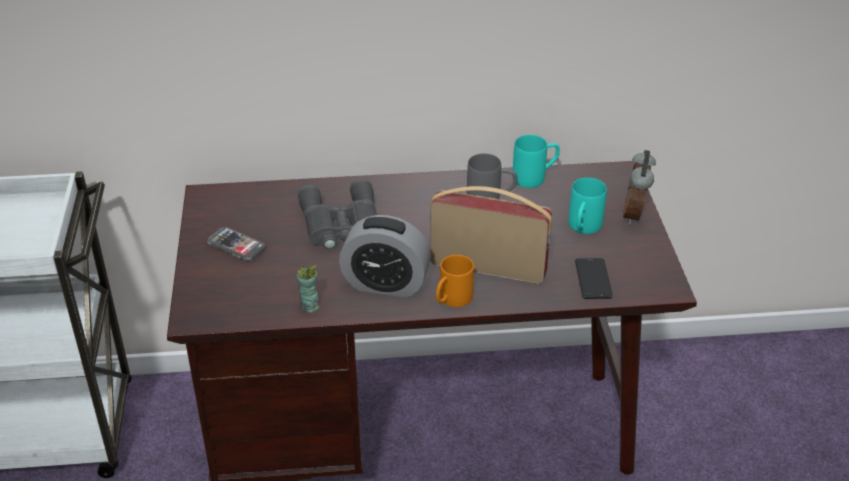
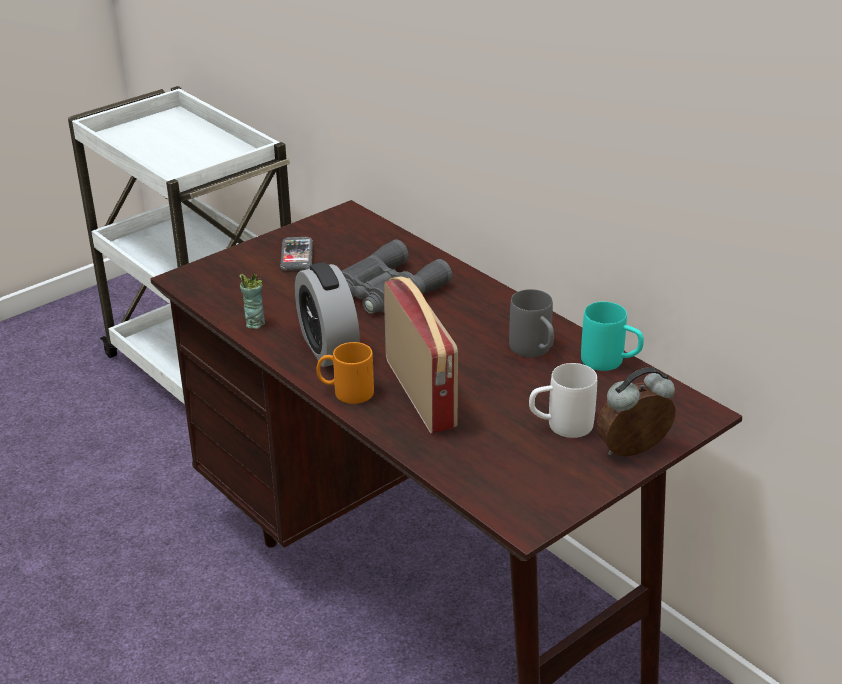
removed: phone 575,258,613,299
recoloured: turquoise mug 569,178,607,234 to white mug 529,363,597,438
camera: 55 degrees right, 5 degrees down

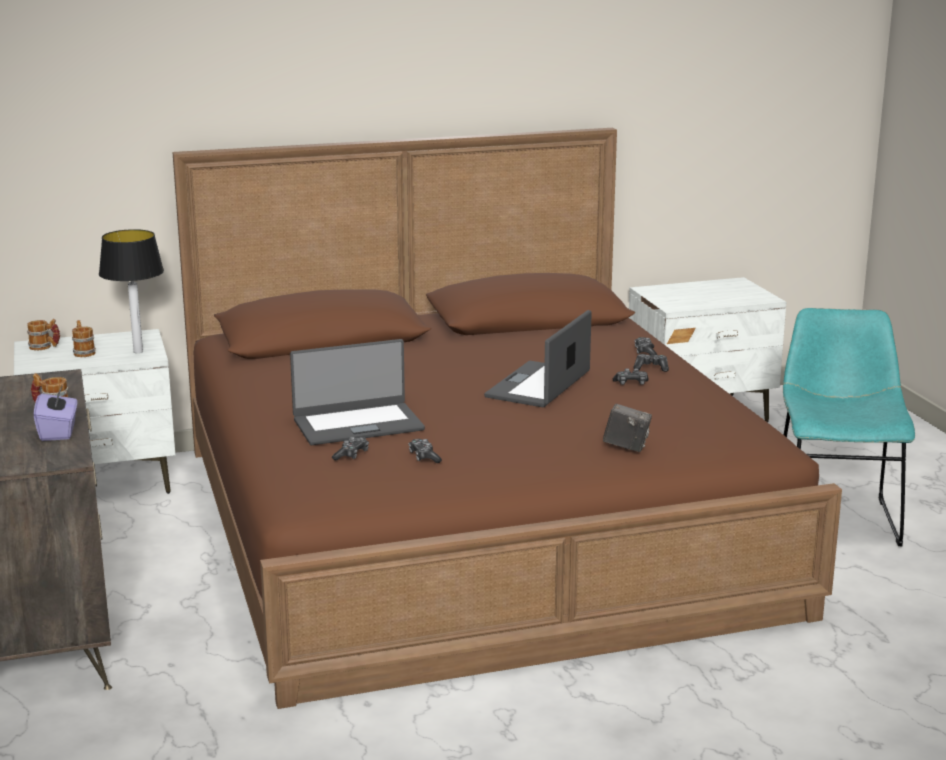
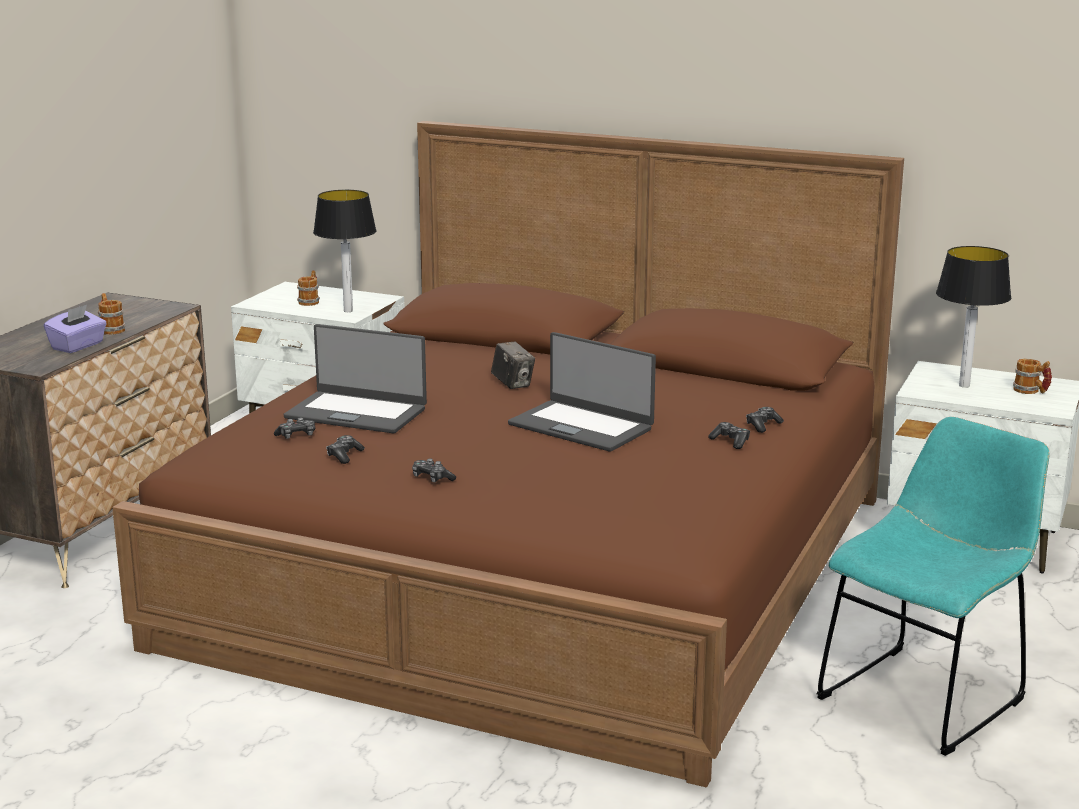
added: table lamp 936,246,1011,388
moved: mug 27,319,60,351 to 1013,359,1052,394; photo camera 603,404,652,452 to 491,341,535,389; game controller 613,368,648,385 to 412,458,456,483
turned: laptop 484,310,592,407 = 508,332,656,452 120 degrees counterclockwise
camera: 40 degrees right, 0 degrees up

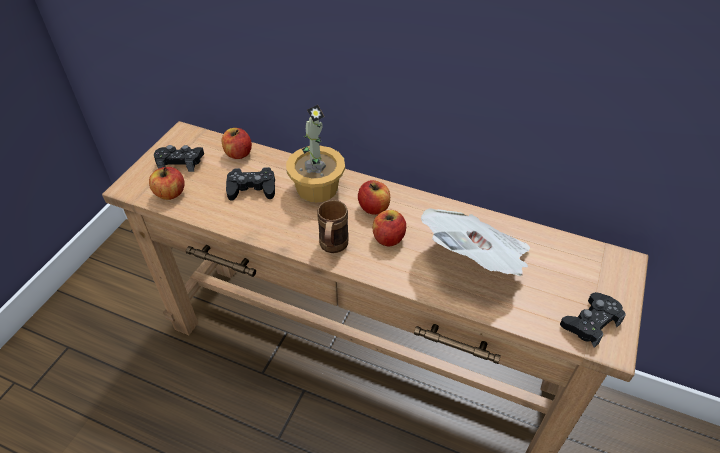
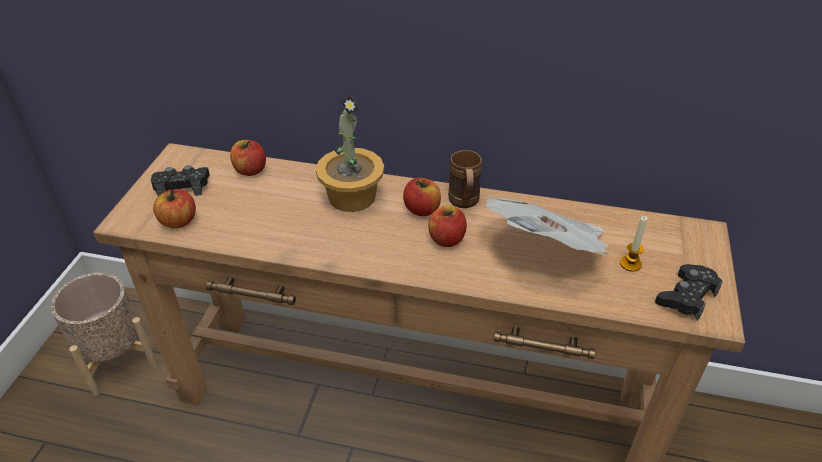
removed: black game controller 226,167,275,201
added: beige planter 51,273,158,396; candle 620,216,647,272
moved: brown mug 317,200,349,253 to 448,150,482,208
camera: 10 degrees left, 5 degrees down

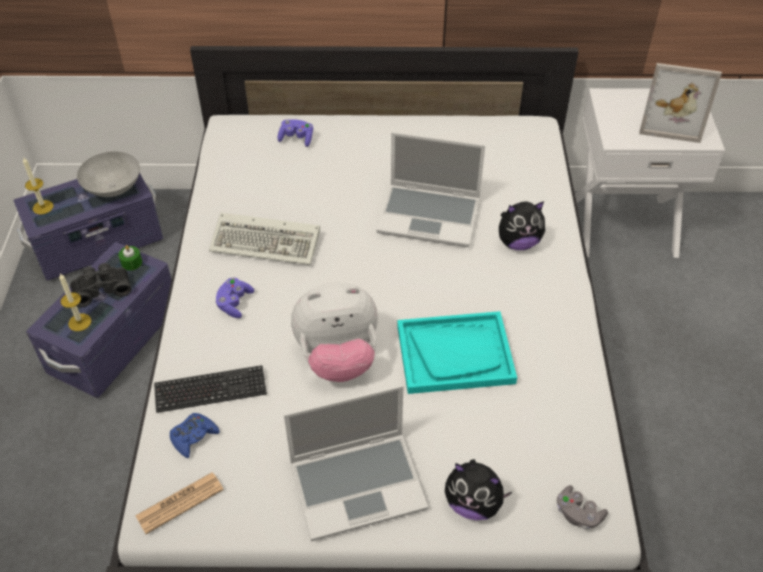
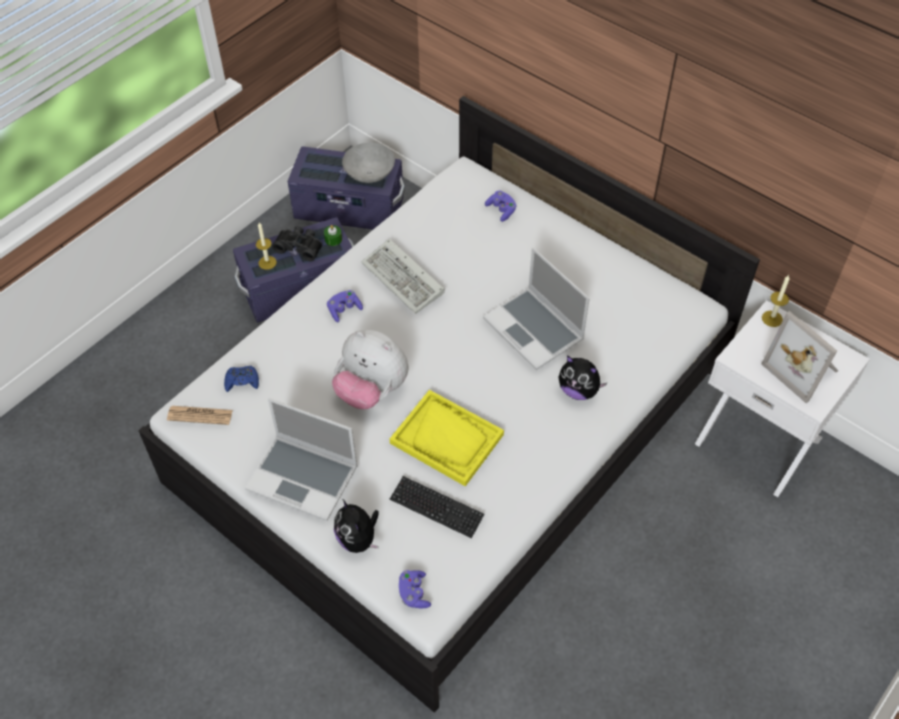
moved: candle 23,158,53,215 to 762,275,790,327; keyboard 154,365,267,413 to 390,476,484,538
recoloured: turquoise tray 397,311,517,394 to yellow tray 390,390,504,486; grey game controller 557,485,608,530 to purple game controller 399,570,431,609
camera: 40 degrees right, 5 degrees up

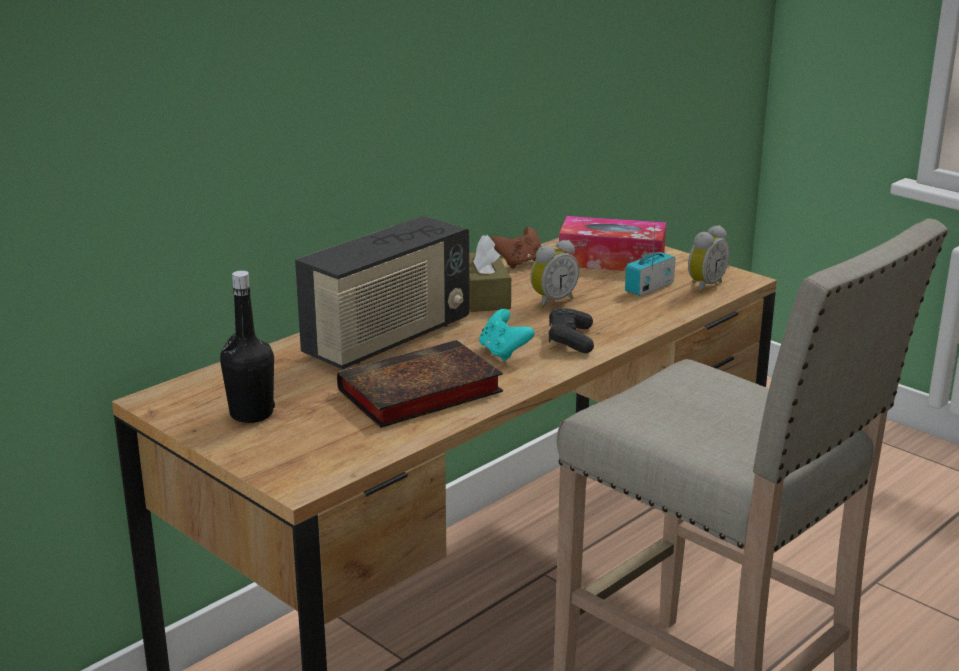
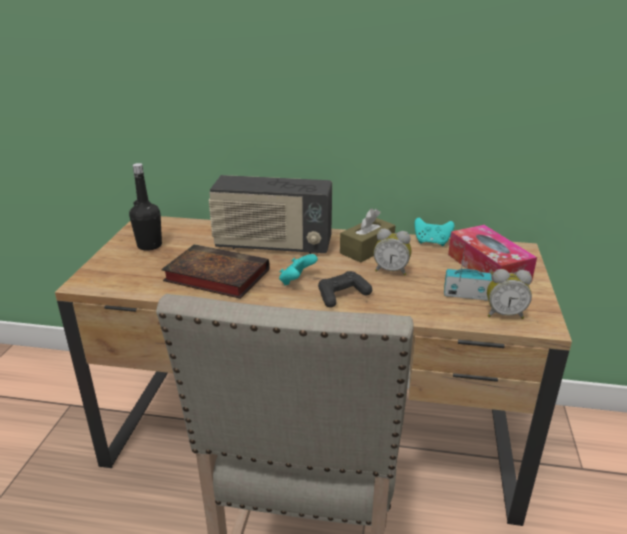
recoloured: brown game controller 491,227,541,268 to turquoise game controller 414,217,454,246
camera: 55 degrees right, 5 degrees up

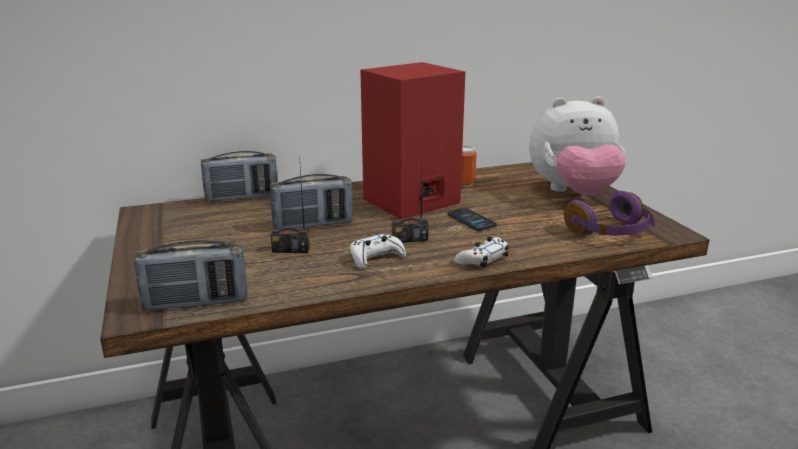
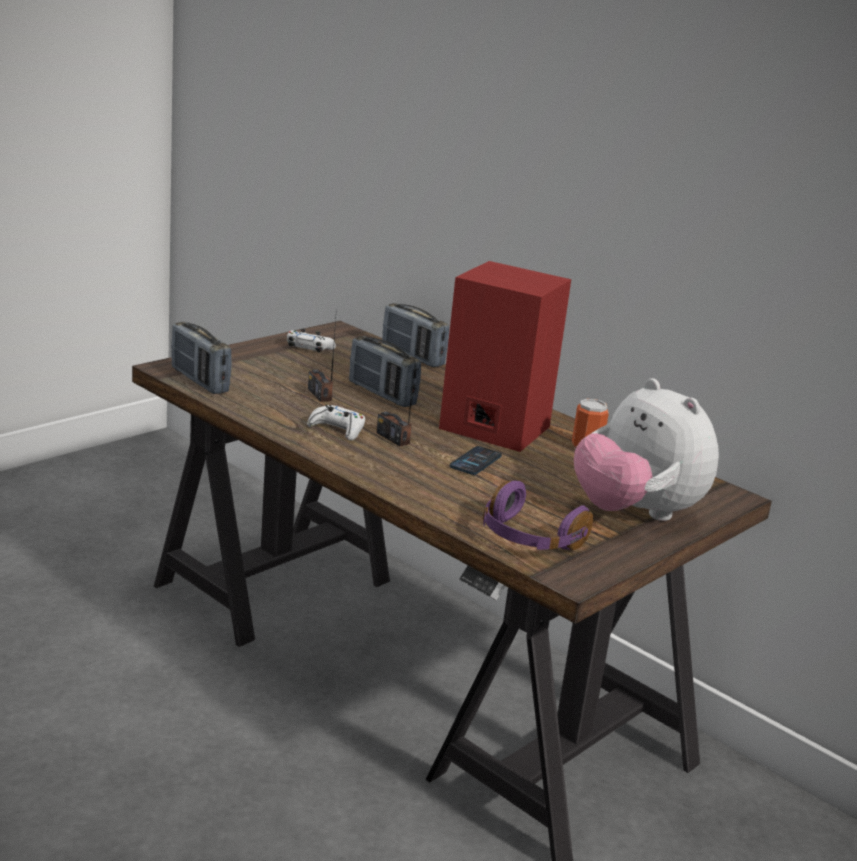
moved: white game controller 455,237,509,268 to 287,329,336,352
camera: 60 degrees right, 0 degrees up

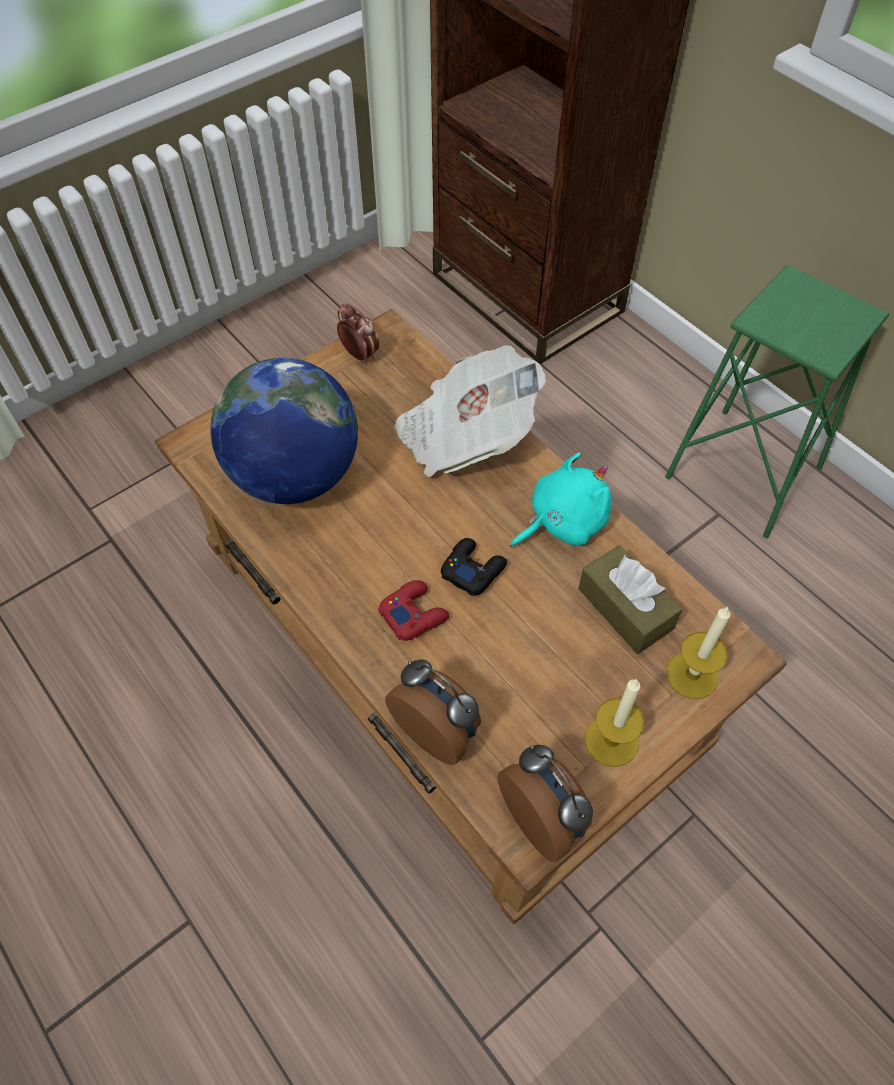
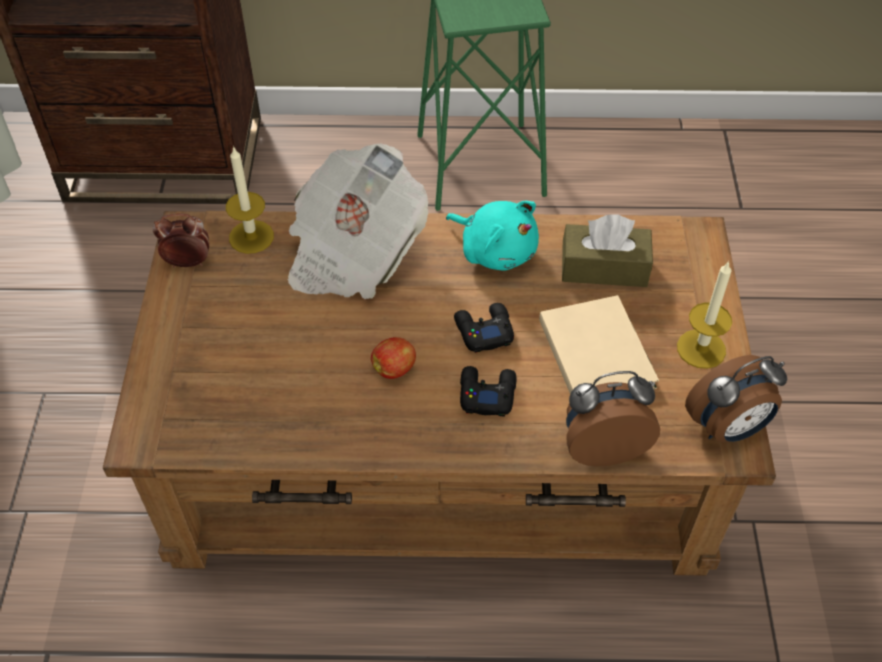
removed: globe 210,358,358,504
added: apple 371,337,416,379; beige book 539,295,659,394
moved: candle 666,606,730,699 to 226,146,274,254
recoloured: red game controller 378,580,449,641 to black game controller 460,366,516,417
turned: alarm clock 497,745,593,863 = 685,355,787,443 150 degrees clockwise; turquoise plush toy 510,453,612,547 = 446,201,539,271 120 degrees clockwise
camera: 50 degrees left, 5 degrees down

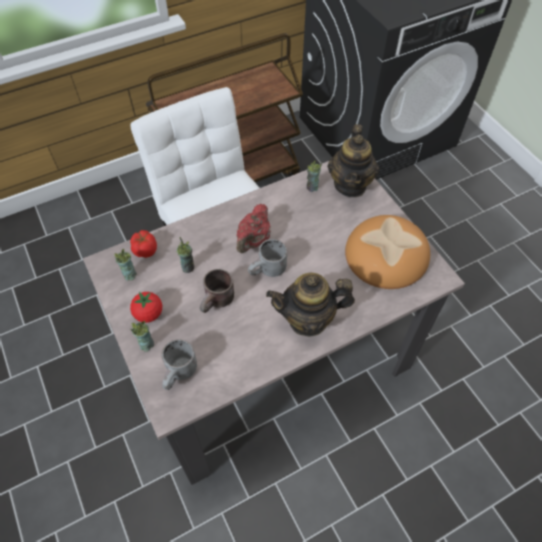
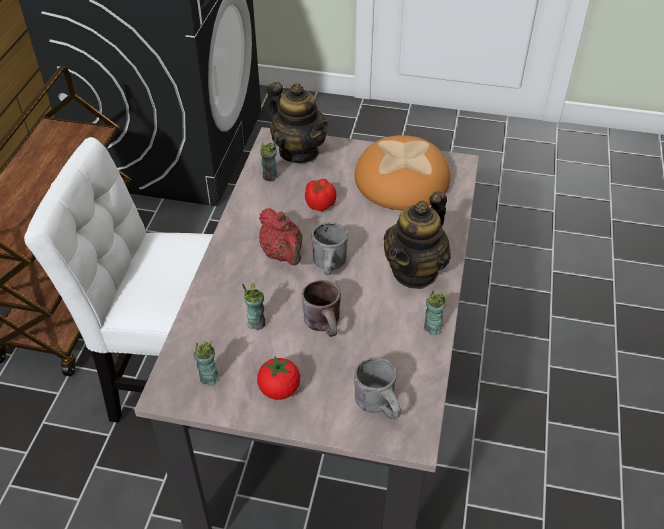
moved: tomato 130,230,157,258 to 305,179,336,211; cup 130,321,154,352 to 424,290,447,335
camera: 50 degrees left, 10 degrees down

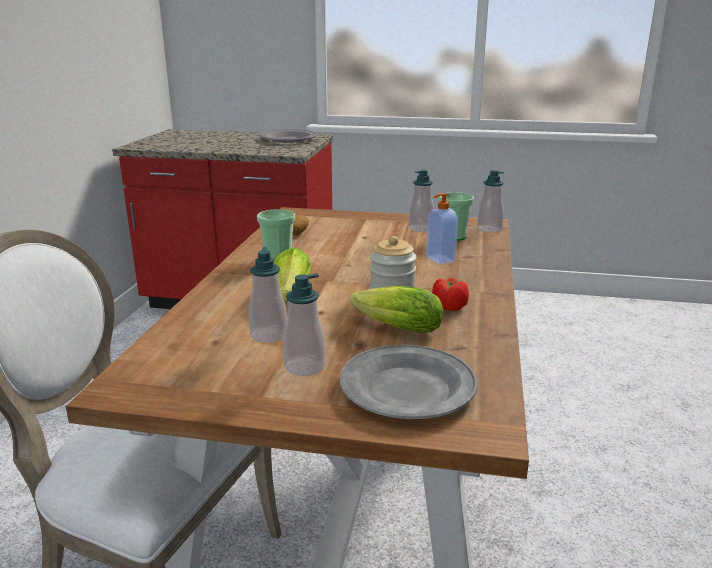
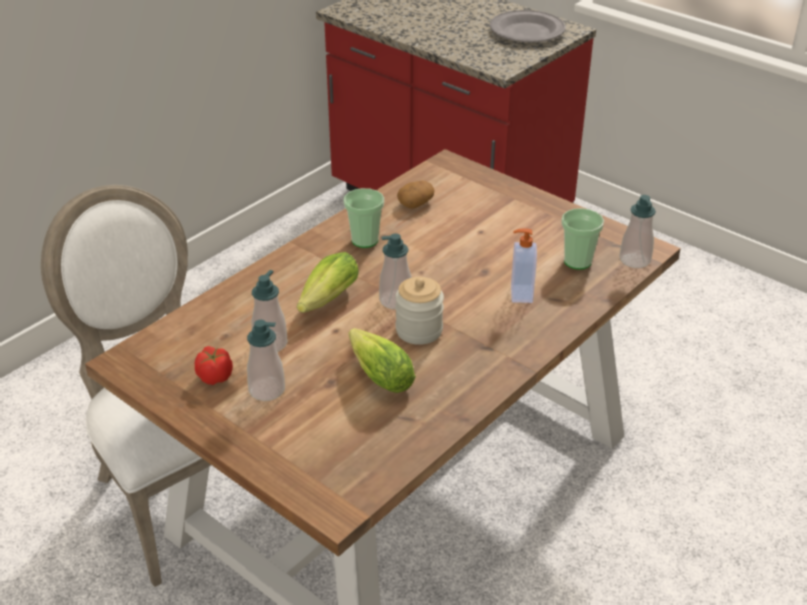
removed: grey plate 340,345,478,419
moved: soap dispenser 409,170,434,232 to 379,234,412,309; tomato 432,278,469,311 to 195,346,233,385
camera: 30 degrees right, 15 degrees up

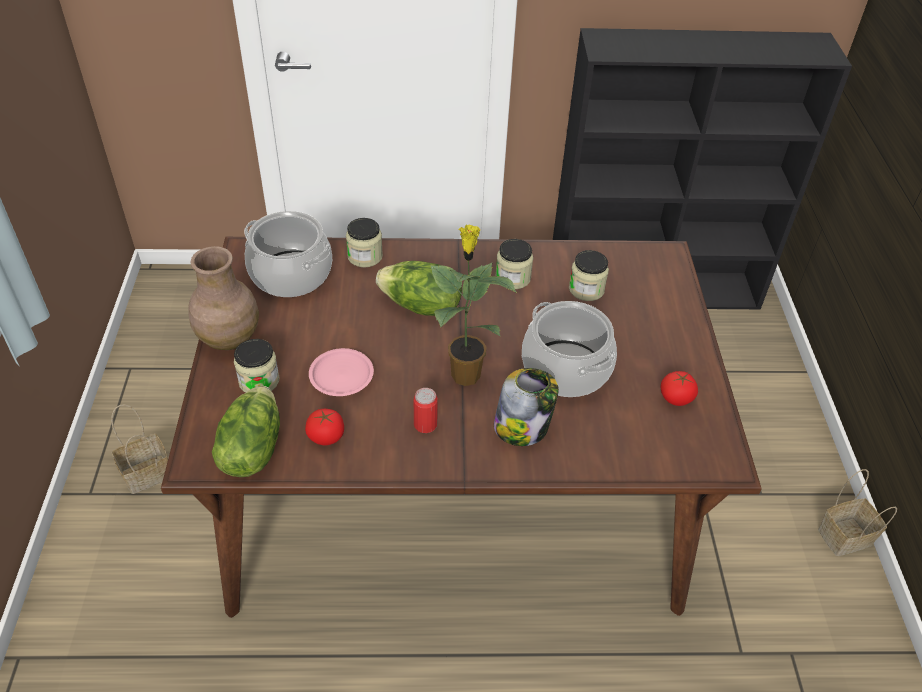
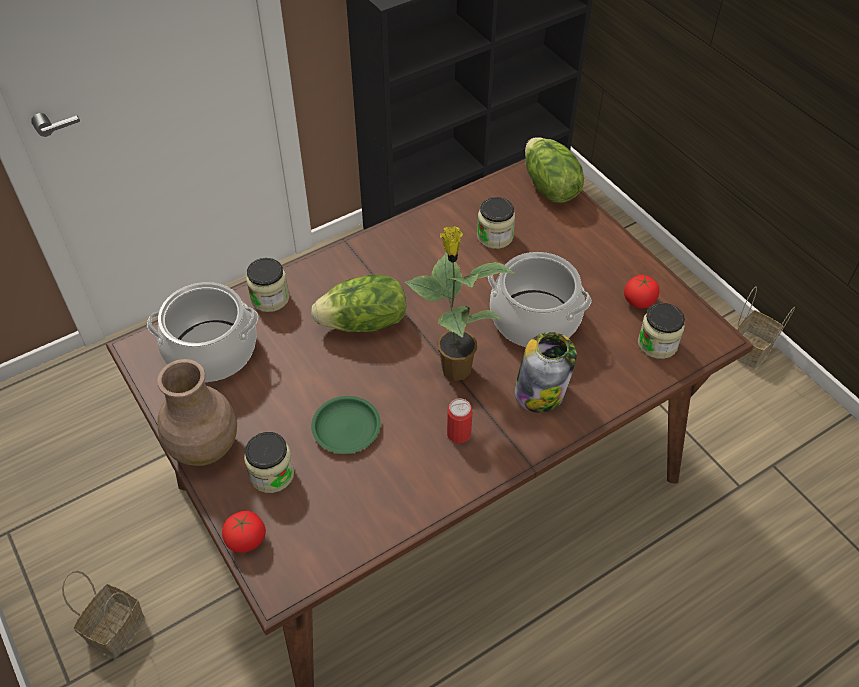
moved: lettuce 212,386,280,477 to 525,137,584,203; tomato 305,409,344,445 to 222,511,266,553; jar 495,239,533,289 to 638,303,685,359
recoloured: pink plate 309,348,374,396 to green plate 311,396,381,454
camera: 30 degrees left, 5 degrees up

